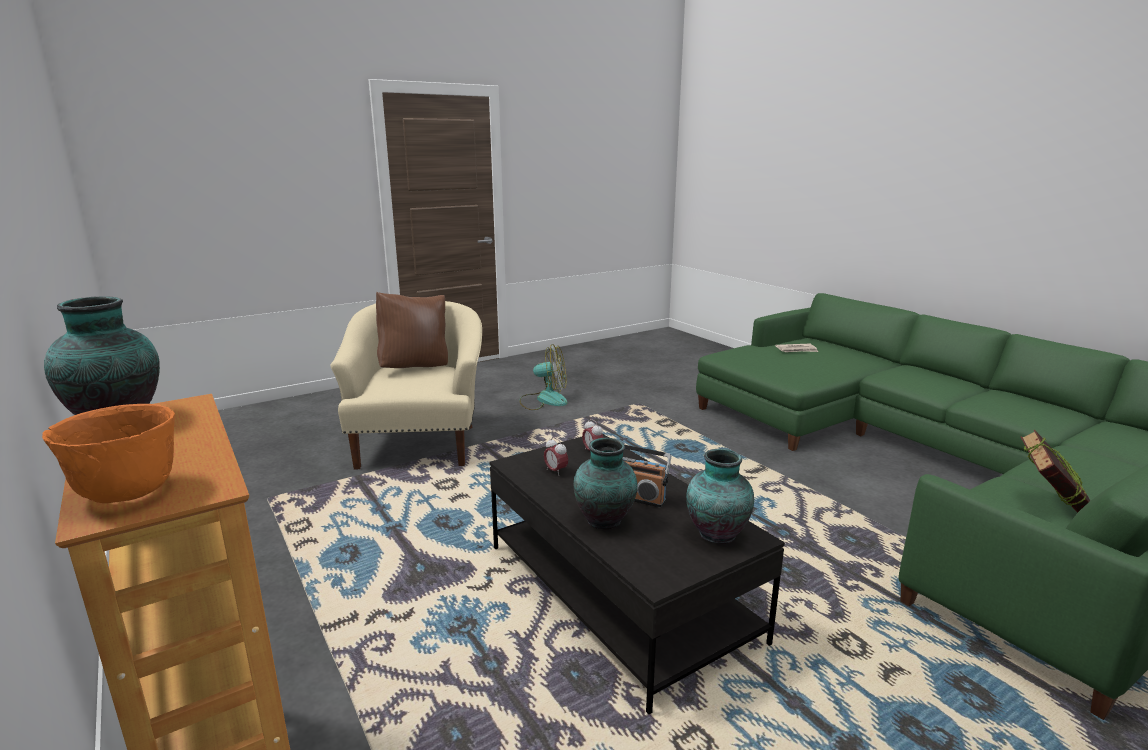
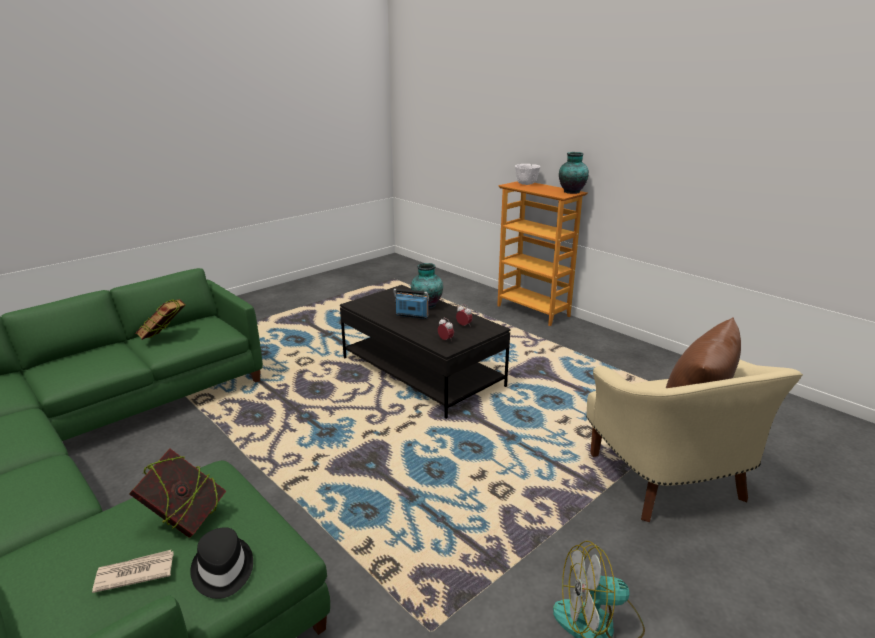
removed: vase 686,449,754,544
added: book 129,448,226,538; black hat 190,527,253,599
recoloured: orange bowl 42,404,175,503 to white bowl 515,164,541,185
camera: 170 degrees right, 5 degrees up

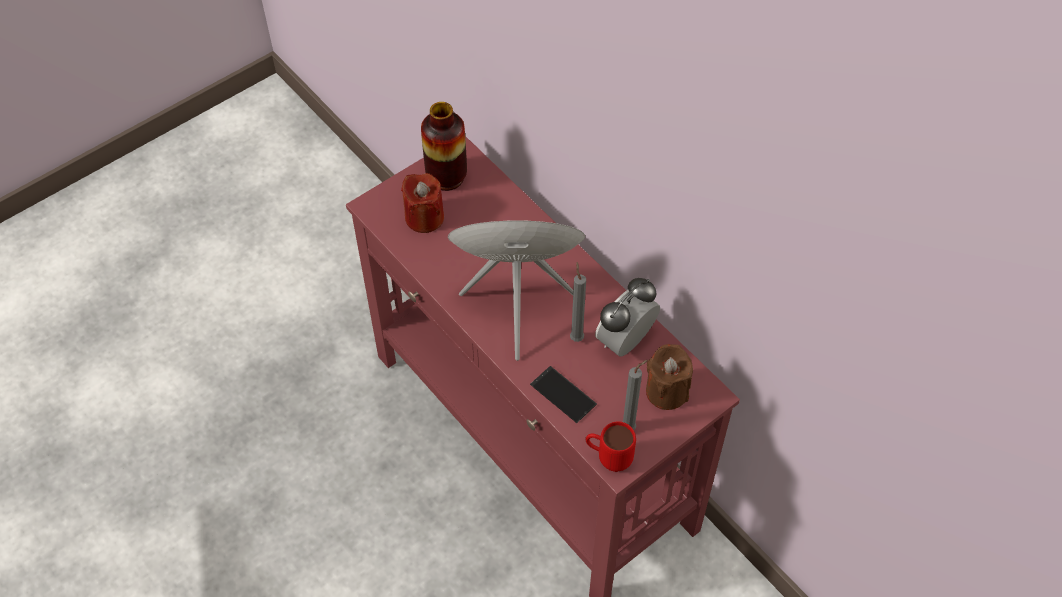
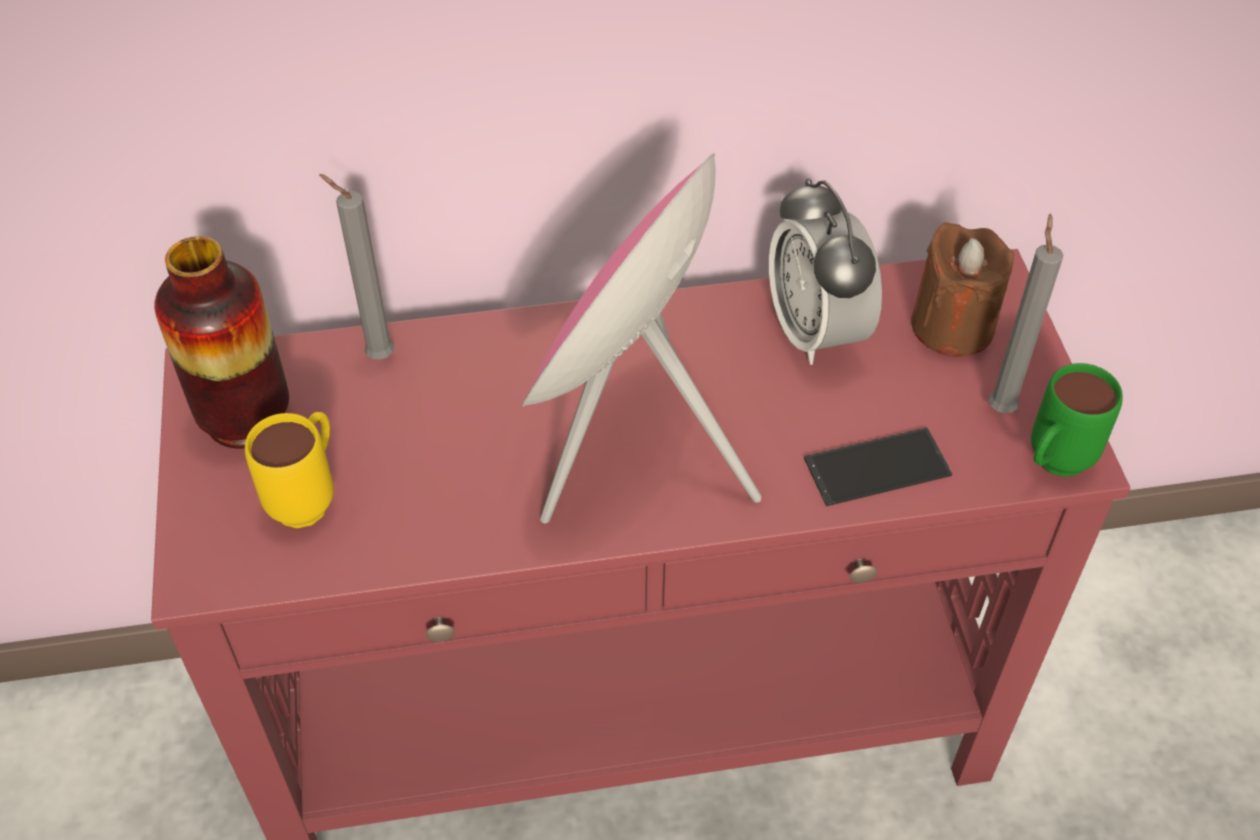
moved: grey candle 570,262,586,342 to 319,174,394,360
replaced: red candle 401,173,444,233 to yellow mug 245,412,334,528
recoloured: red mug 585,421,636,472 to green mug 1031,363,1123,477
camera: 60 degrees left, 5 degrees down

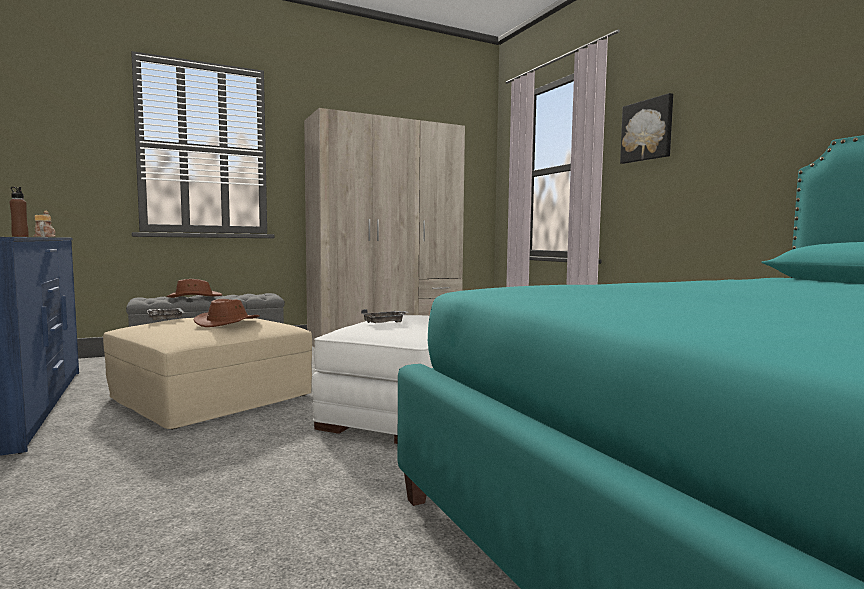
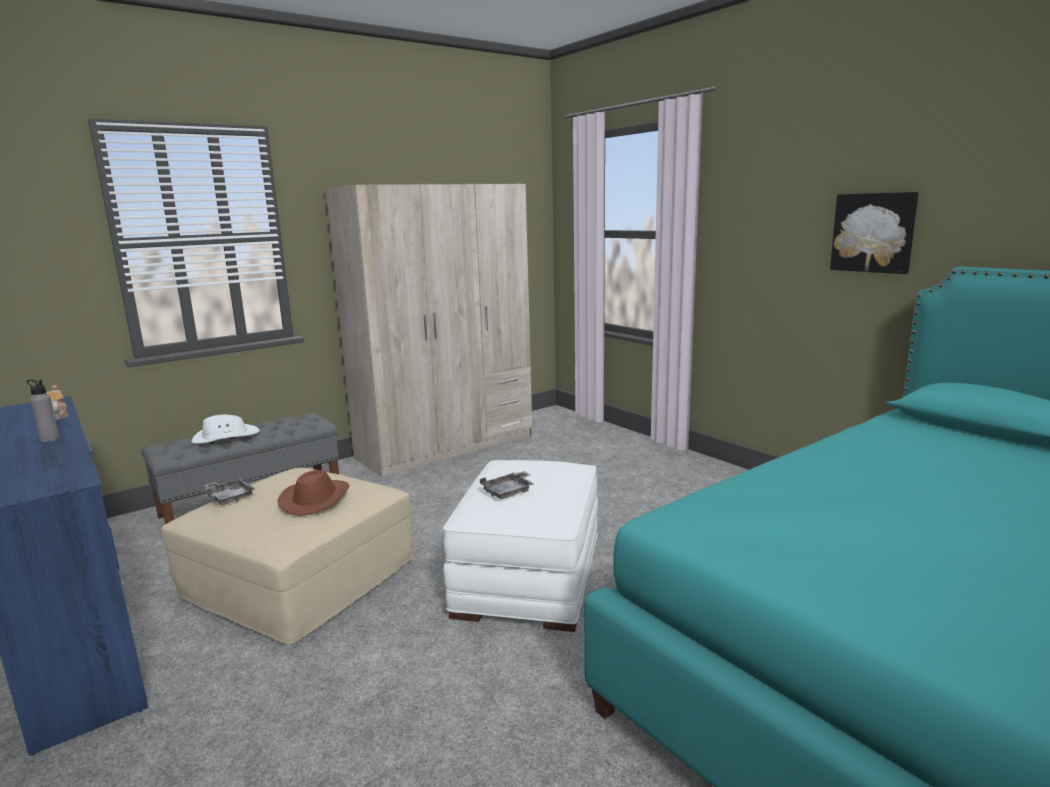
moved: picture 620,93,673,164 to 830,192,919,274
recoloured: brown bottle 10,187,29,237 to grey bottle 27,379,60,442; brown hat 166,279,222,298 to white hat 191,415,260,444
camera: 10 degrees left, 10 degrees up

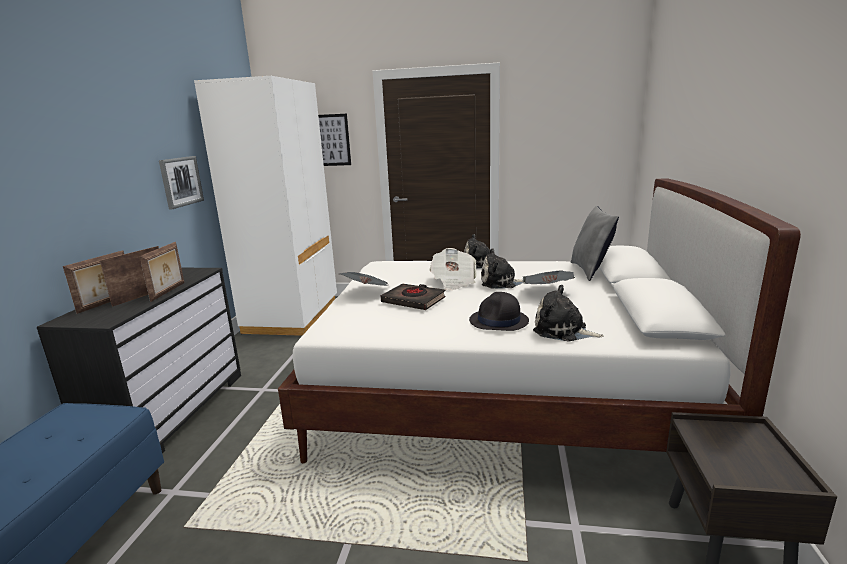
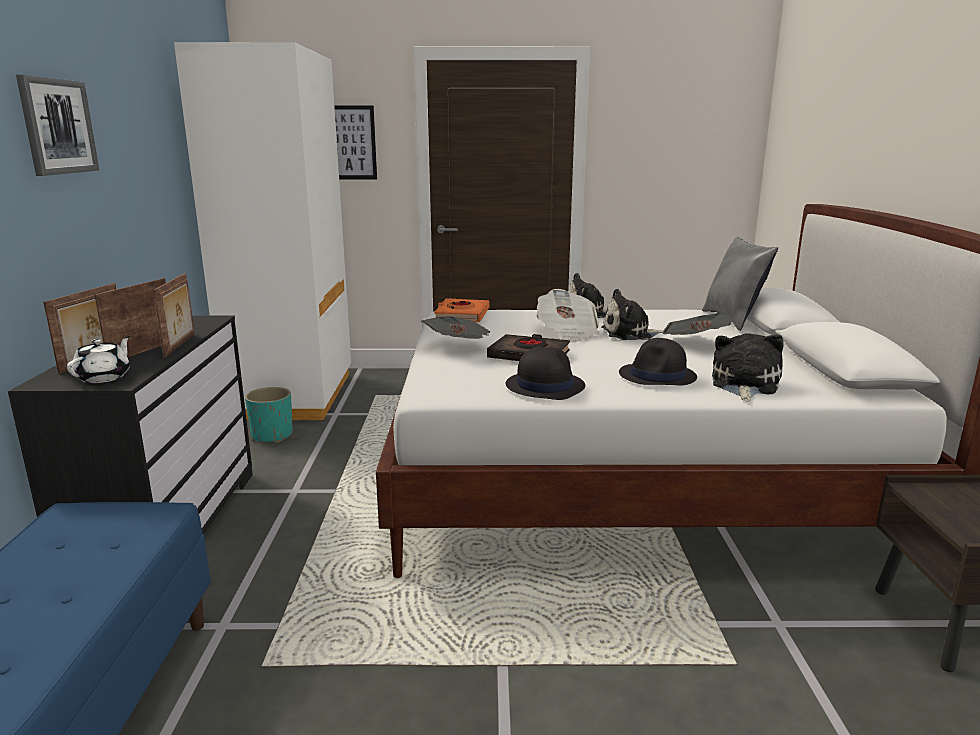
added: white teapot 67,336,130,383; turquoise planter 245,387,293,443; orange book 434,298,489,322; black hat 506,346,585,400
moved: picture 159,156,204,209 to 16,75,99,176
turned: plush toy 533,285,604,342 = 712,333,784,402 90 degrees clockwise
camera: 10 degrees left, 0 degrees up

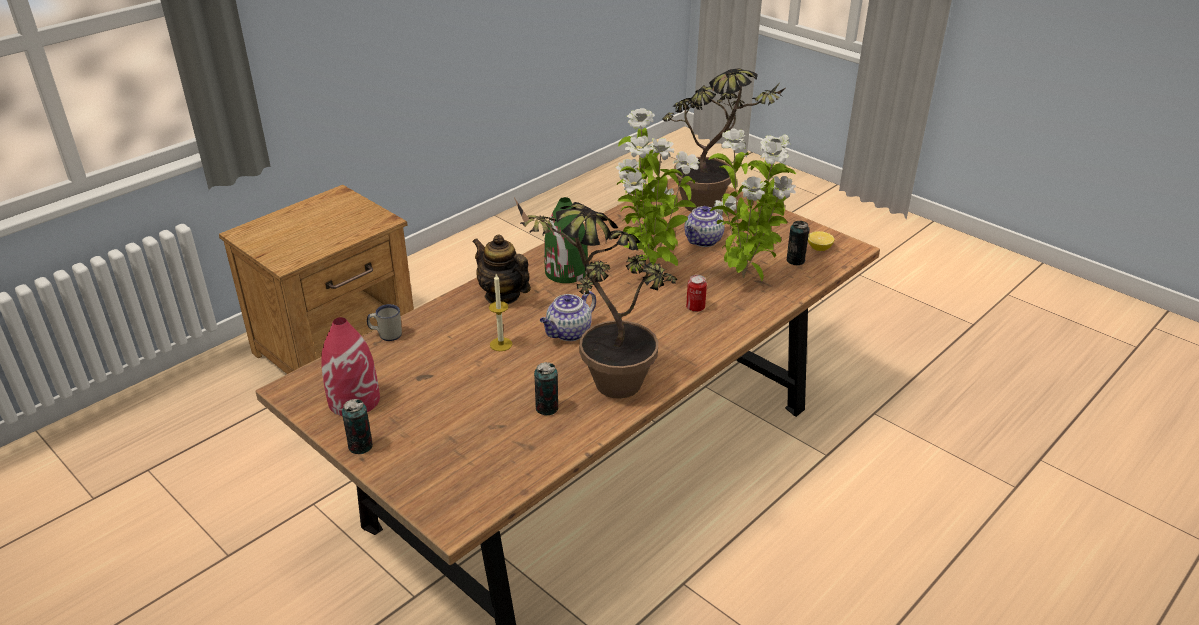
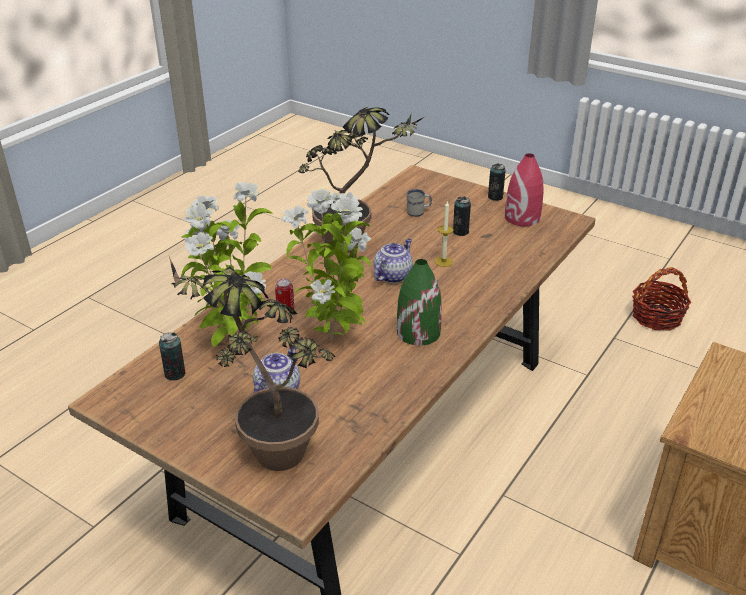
removed: teapot 472,234,531,304; lemon 808,231,834,251
added: basket 632,267,692,331
moved: white mug 367,304,402,341 to 407,189,432,217; can 534,362,558,416 to 453,197,471,236
camera: 170 degrees right, 0 degrees up

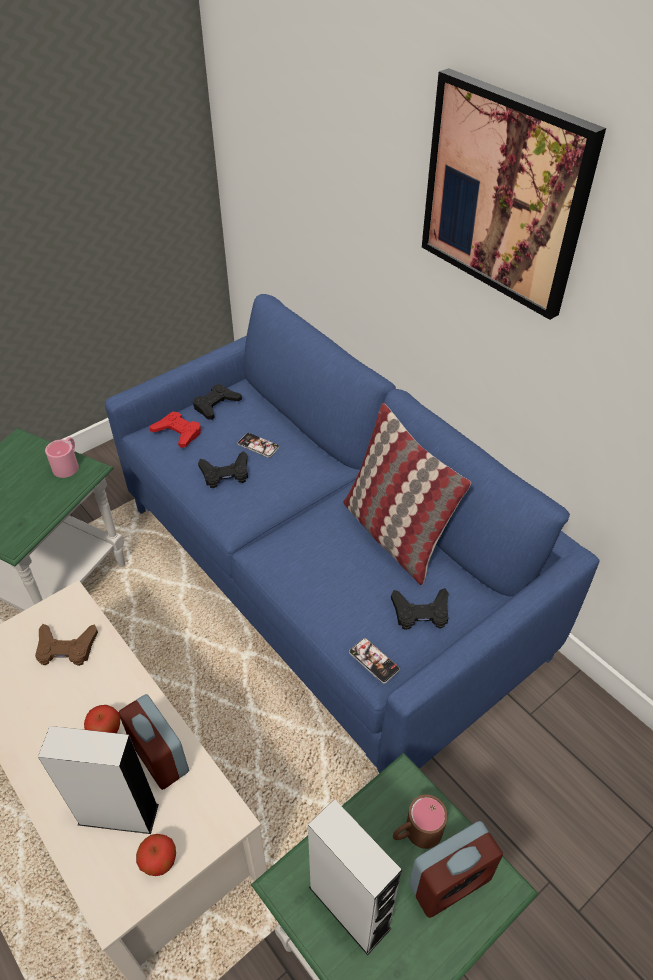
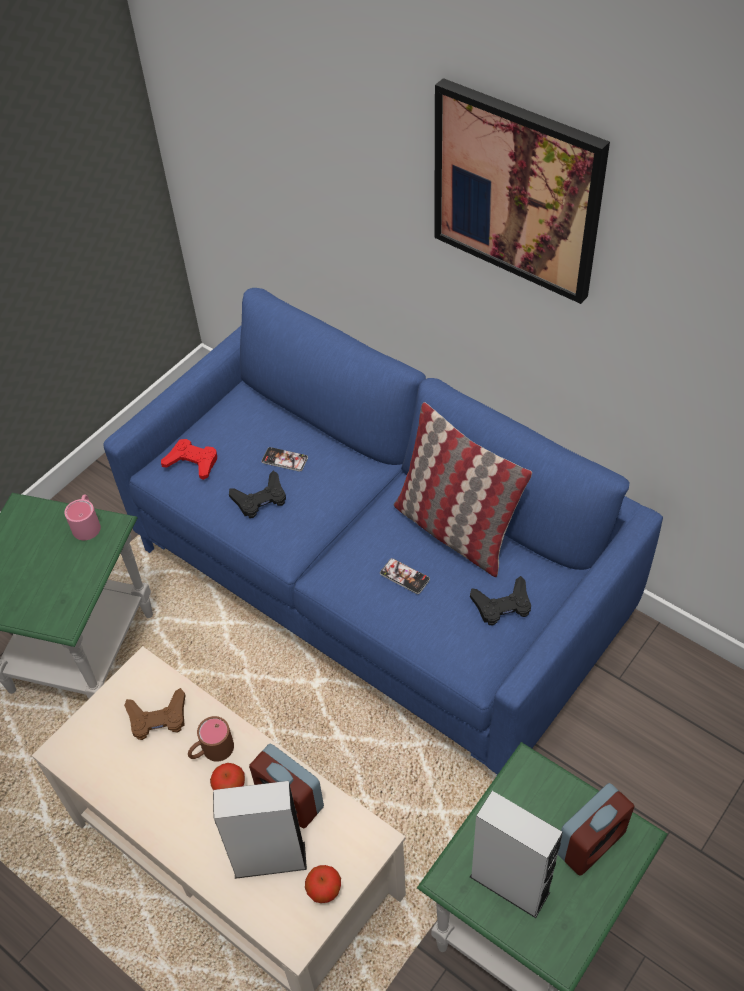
removed: black game controller 193,384,242,420
moved: phone 349,638,400,684 to 380,558,430,594; brown mug 393,794,447,849 to 188,716,234,762
camera: 10 degrees left, 5 degrees up

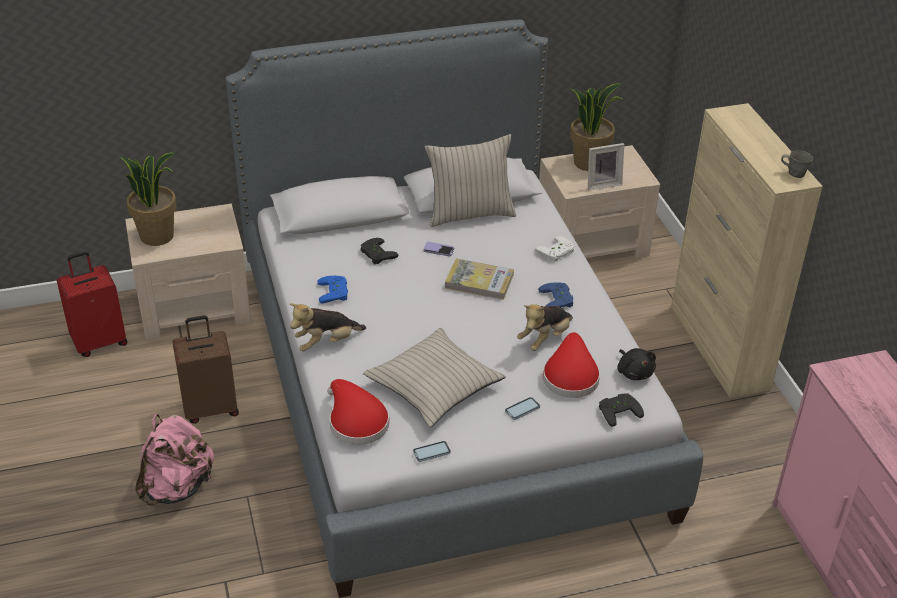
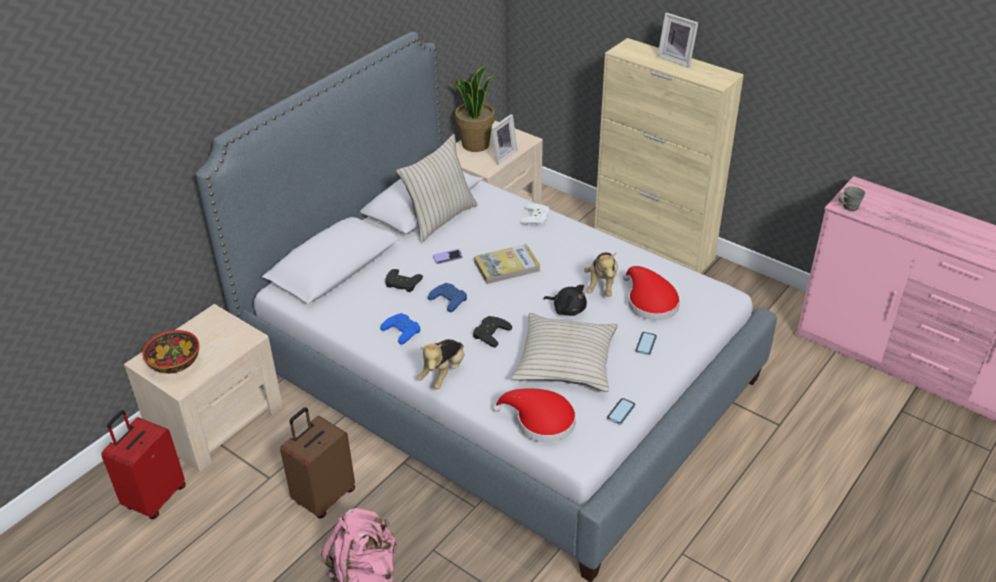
added: picture frame 657,13,698,67
moved: blue game controller 538,282,573,308 to 428,283,467,312; black game controller 599,393,644,427 to 473,316,512,348; black plush toy 617,348,656,380 to 543,285,587,316; grey mug 781,150,813,178 to 839,187,865,211
replaced: potted plant 120,153,177,246 to bowl 142,330,199,374
camera: 35 degrees left, 0 degrees up

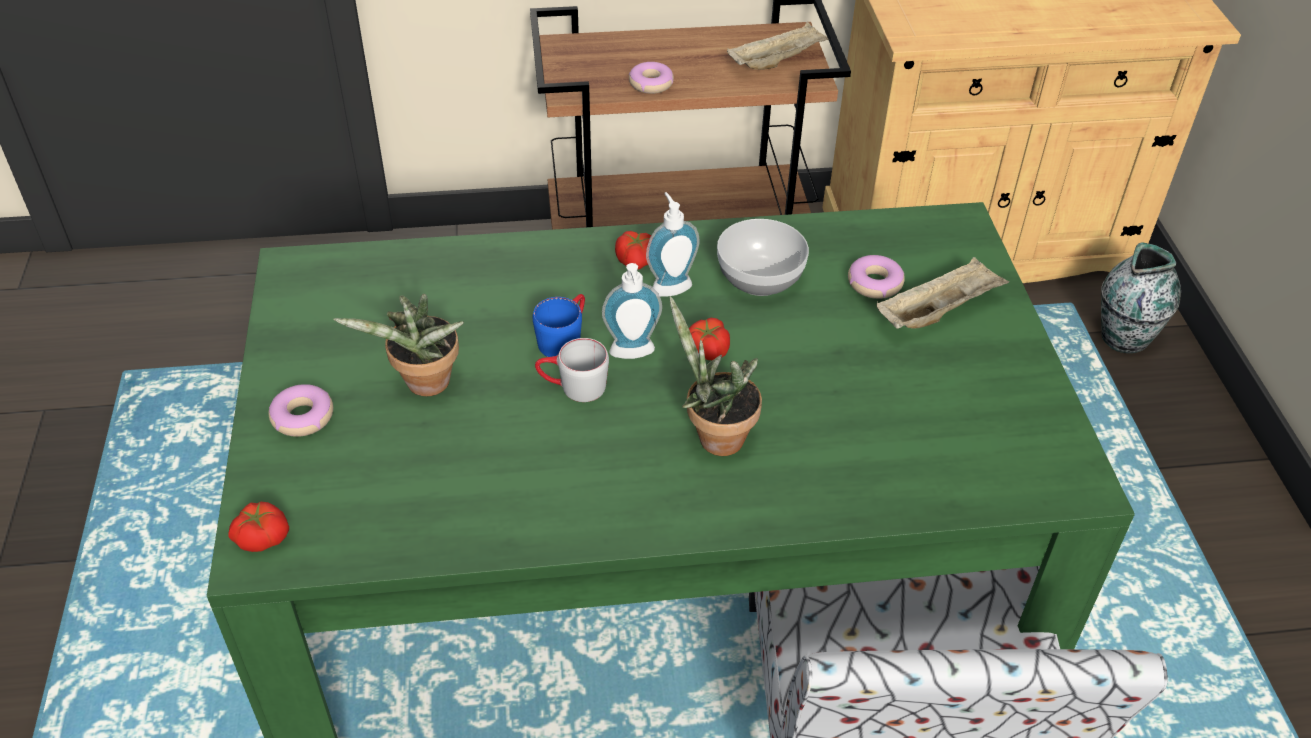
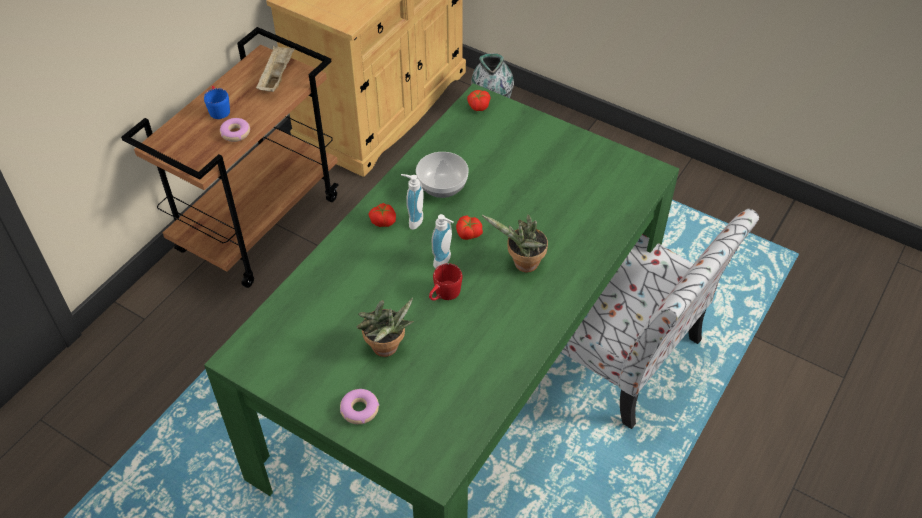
removed: donut 848,255,905,299; beige tray 877,257,1009,329
moved: tomato 228,502,289,552 to 467,90,491,111; blue mug 532,294,585,357 to 204,86,230,119
recoloured: grey mug 535,338,609,402 to red mug 429,263,462,301
camera: 50 degrees left, 5 degrees up

